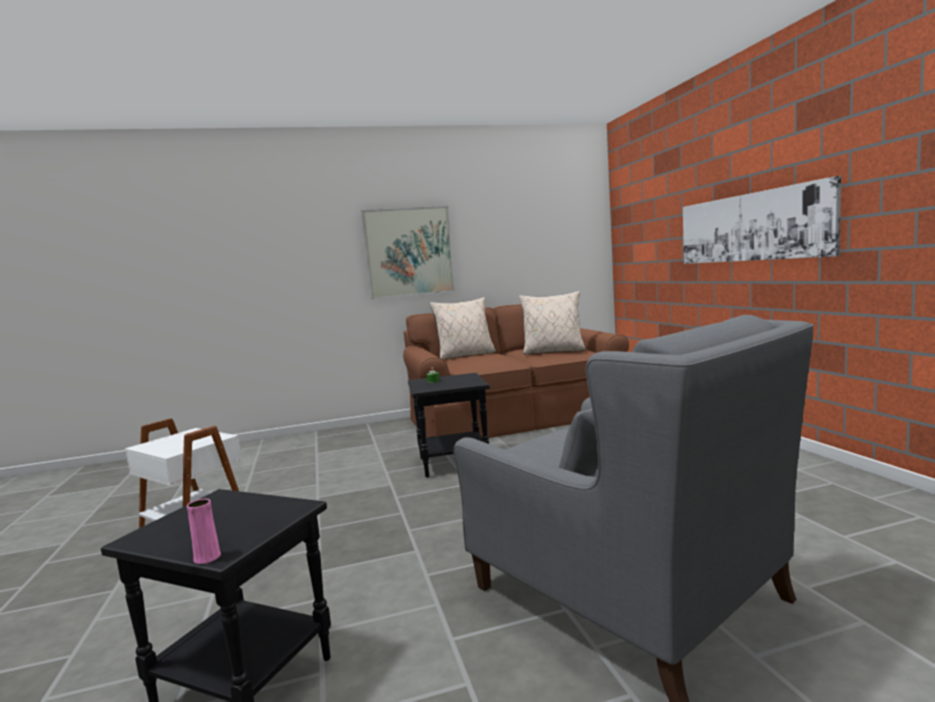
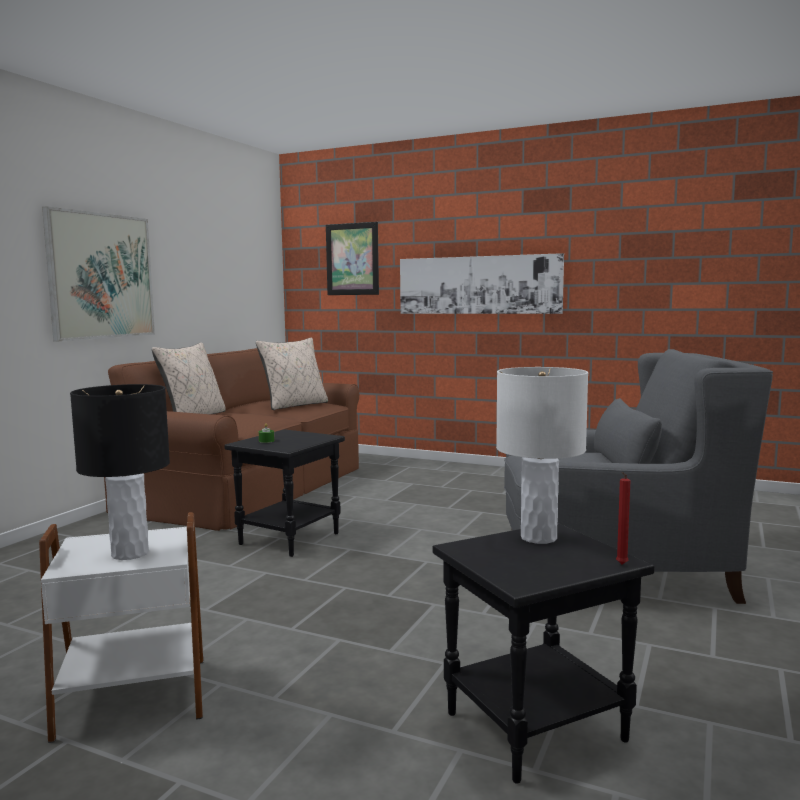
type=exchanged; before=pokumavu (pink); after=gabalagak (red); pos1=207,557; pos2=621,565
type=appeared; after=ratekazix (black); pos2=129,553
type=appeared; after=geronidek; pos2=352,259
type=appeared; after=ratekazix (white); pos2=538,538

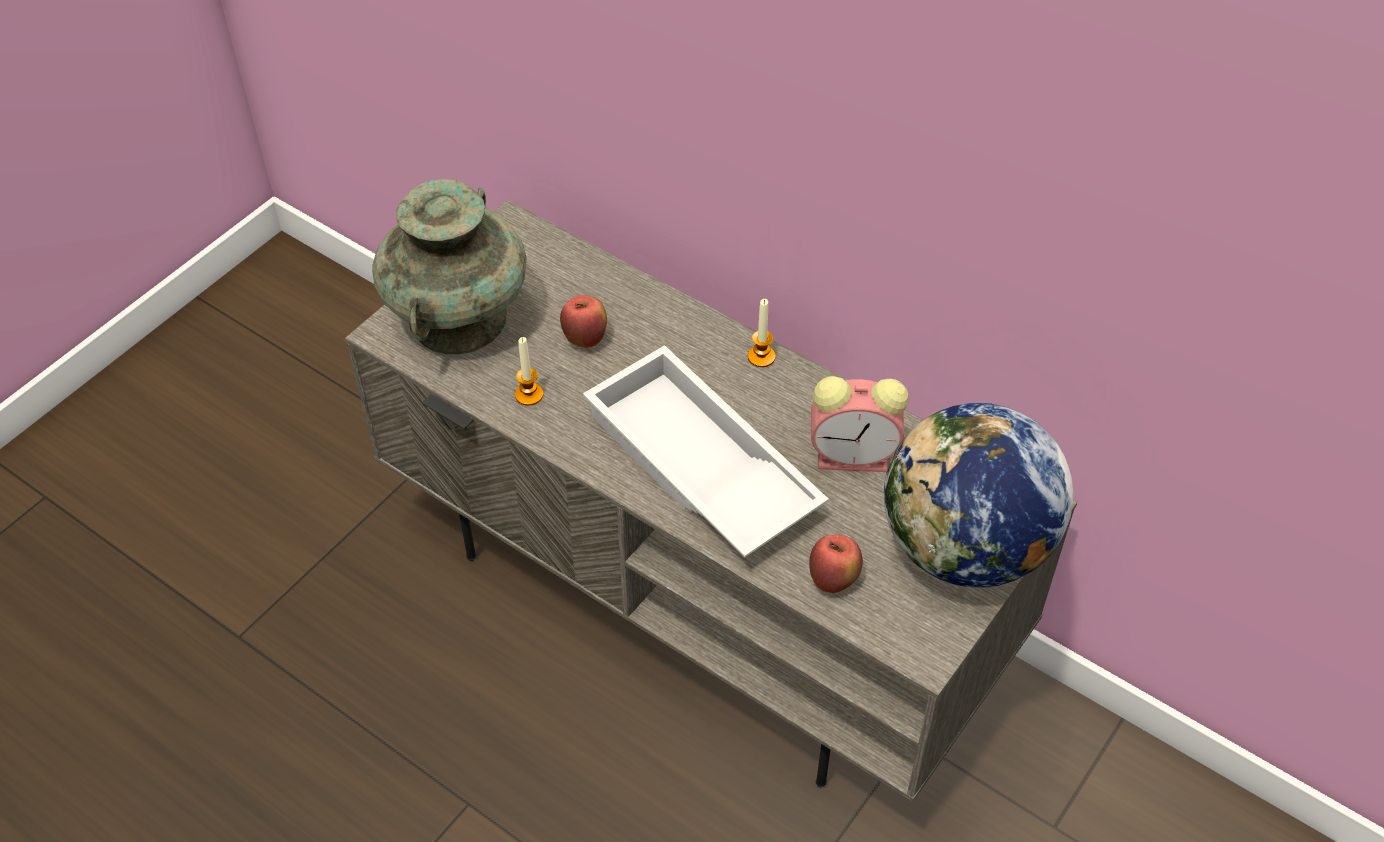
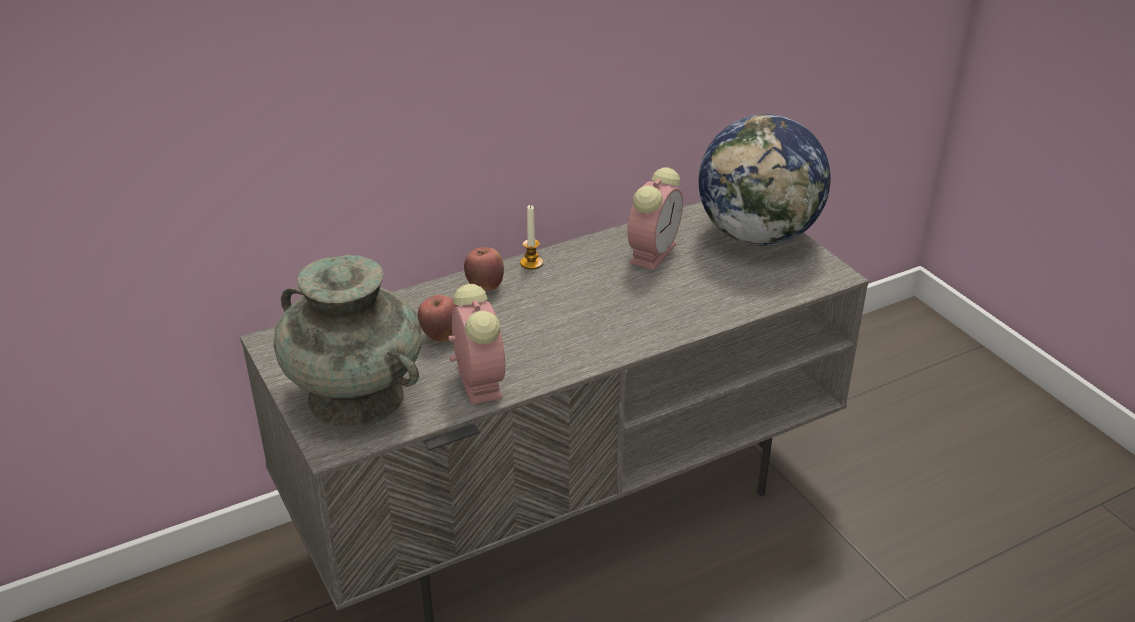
type=exchanged; before=gabalagak; after=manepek; pos1=529,395; pos2=477,380
type=missing; before=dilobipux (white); pos1=697,467
type=relocated; before=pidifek; pos1=833,579; pos2=485,286

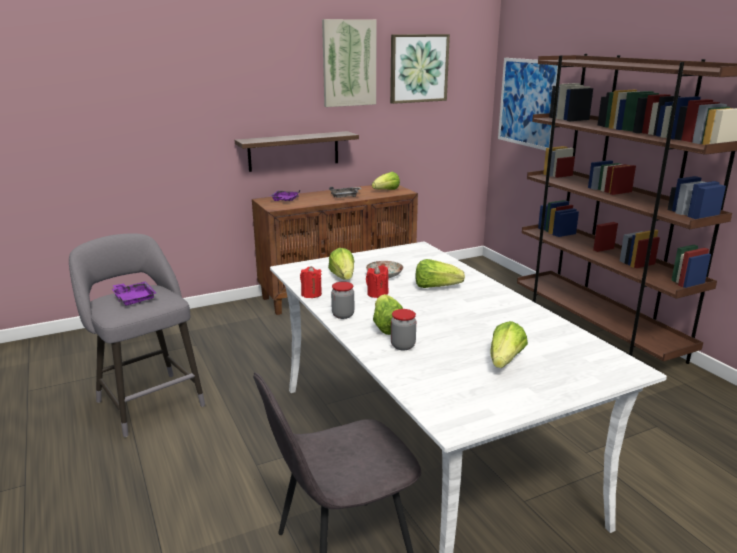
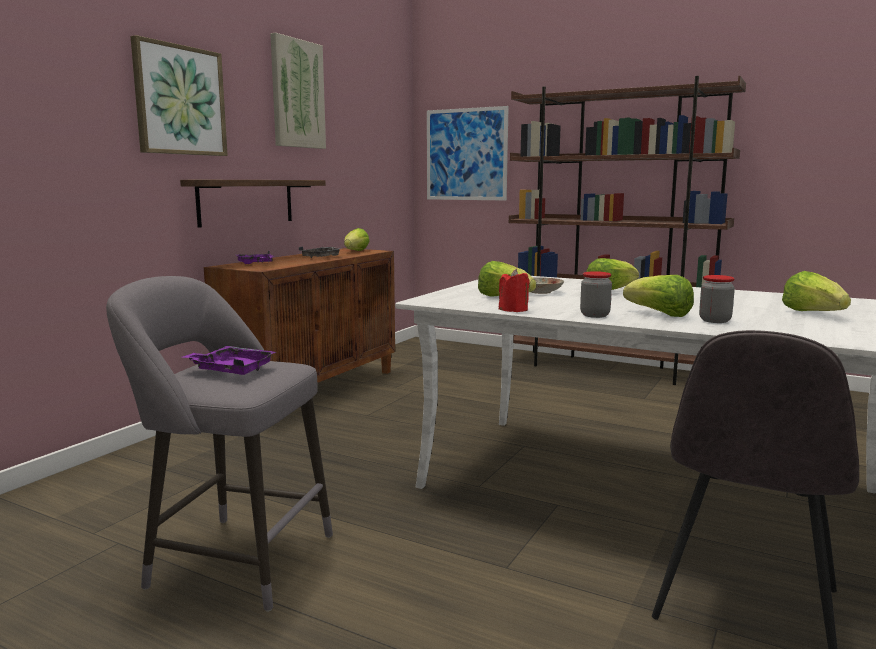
type=missing; before=gabalagak (red); pos1=377,294
type=relocated; before=geronidek; pos1=418,68; pos2=179,100

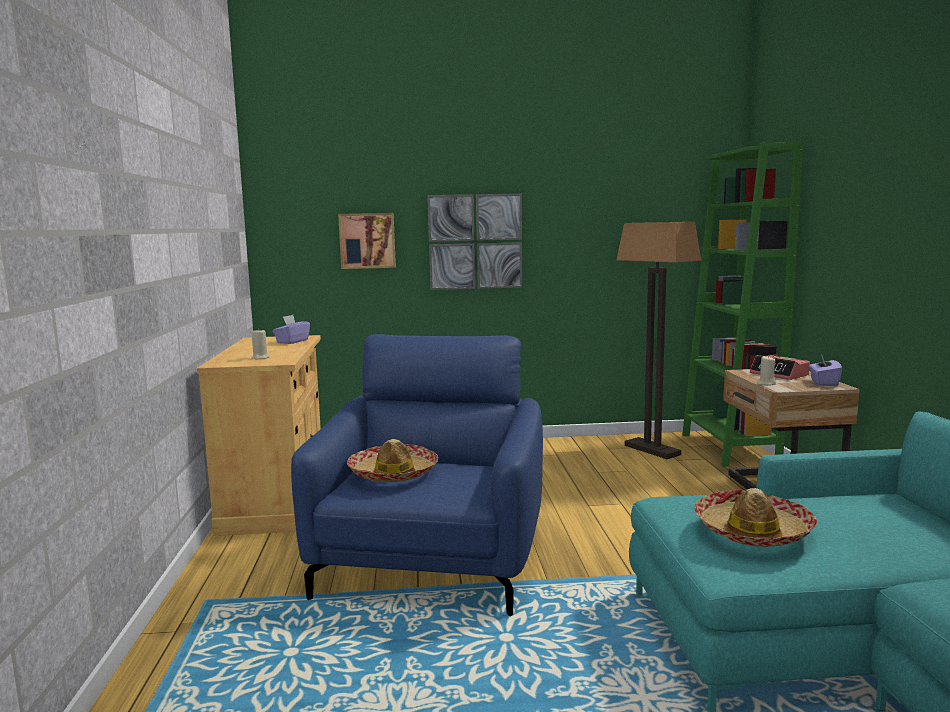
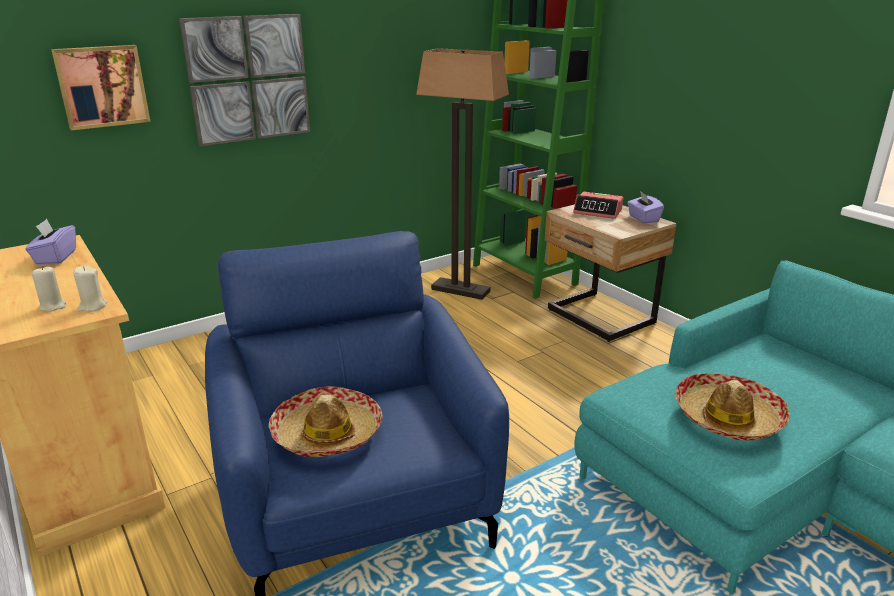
type=relocated; before=gabalagak (beige); pos1=766,383; pos2=92,306

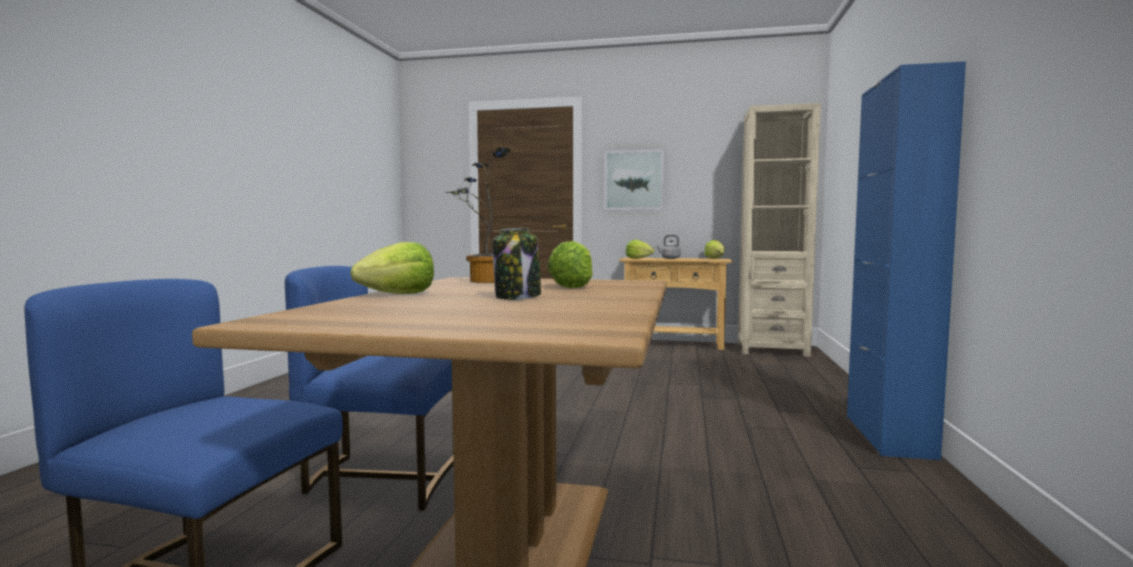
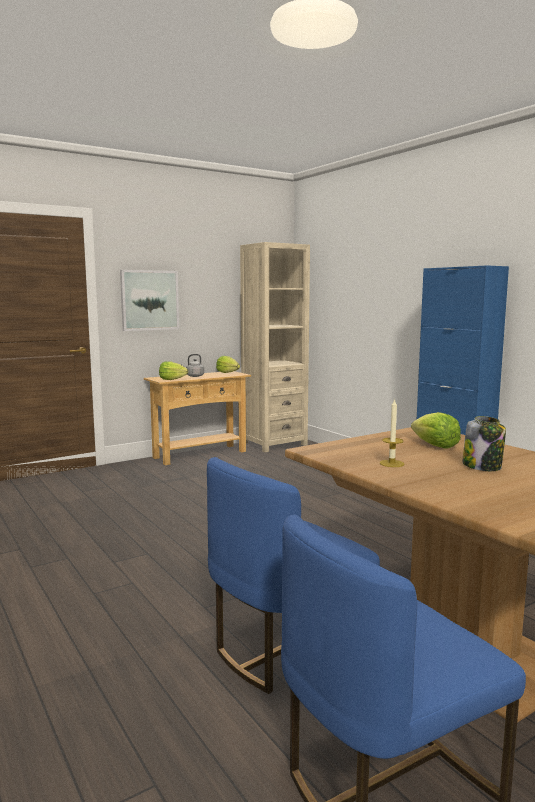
type=missing; before=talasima; pos1=399,294
type=missing; before=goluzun; pos1=483,281
type=appeared; after=gabalagak; pos2=391,463

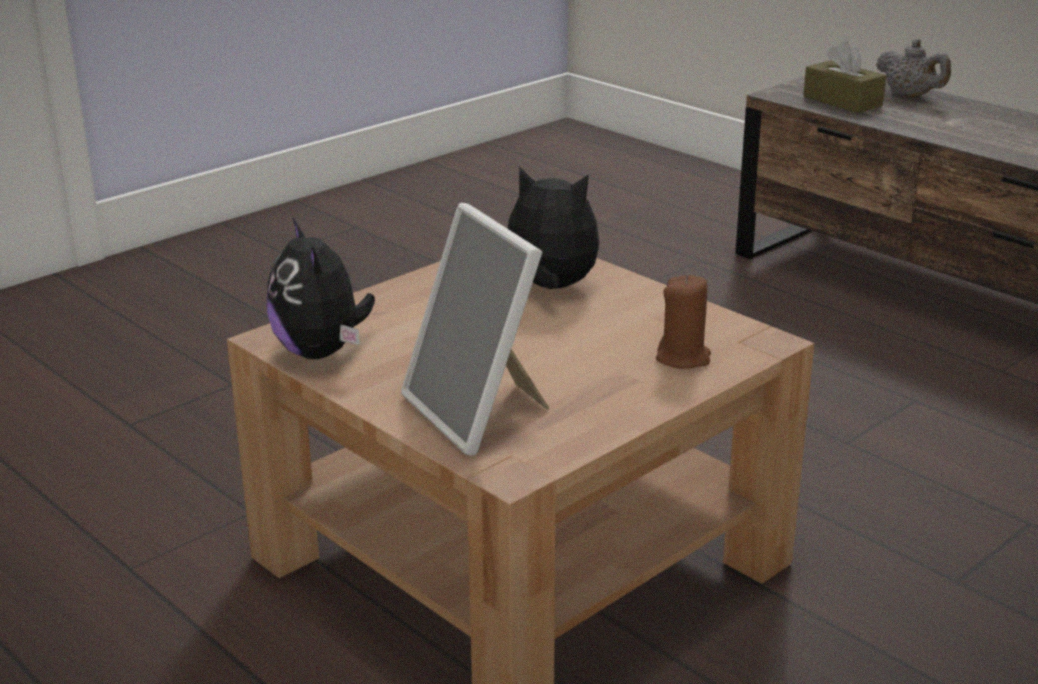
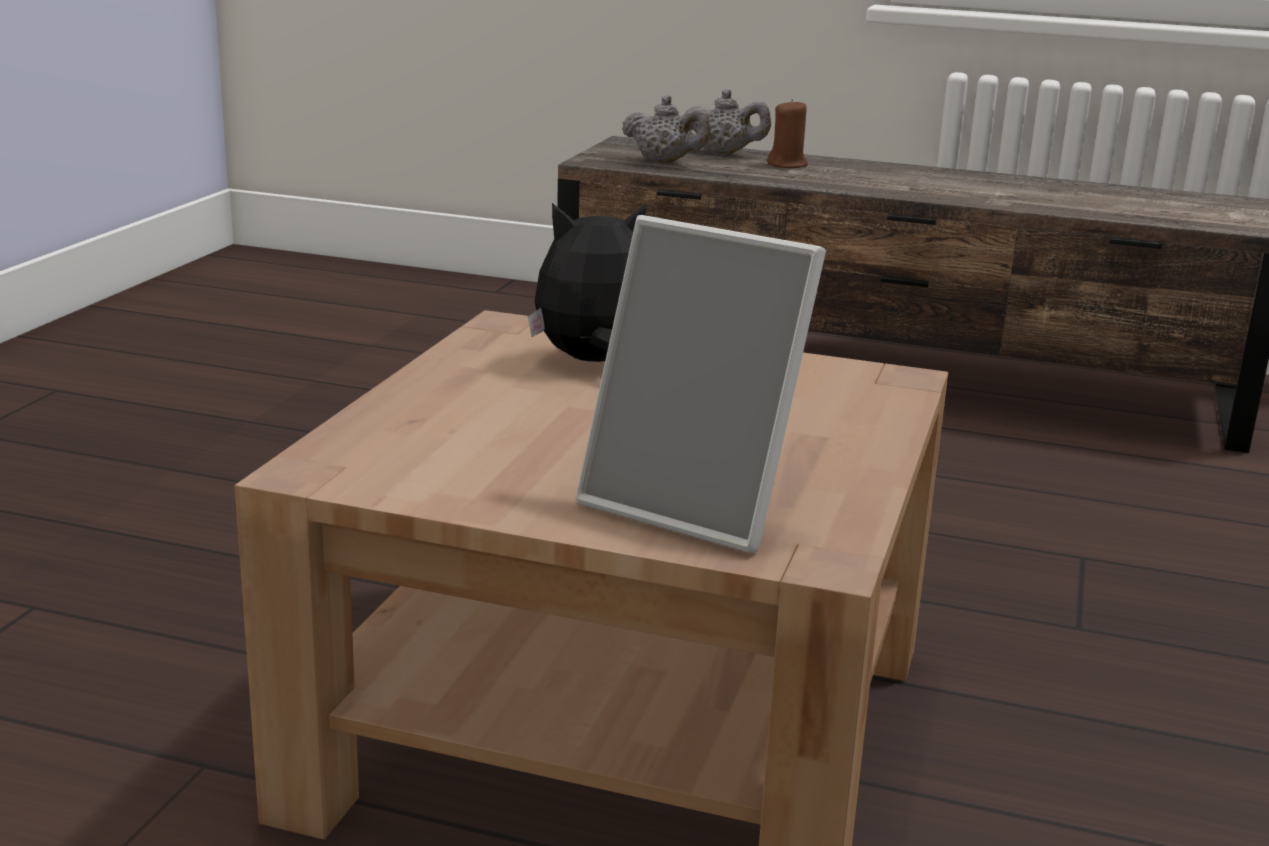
type=missing; before=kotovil; pos1=322,352
type=relocated; before=gabalagak (brown); pos1=683,358; pos2=787,165
type=exchanged; before=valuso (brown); after=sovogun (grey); pos1=842,101; pos2=665,162

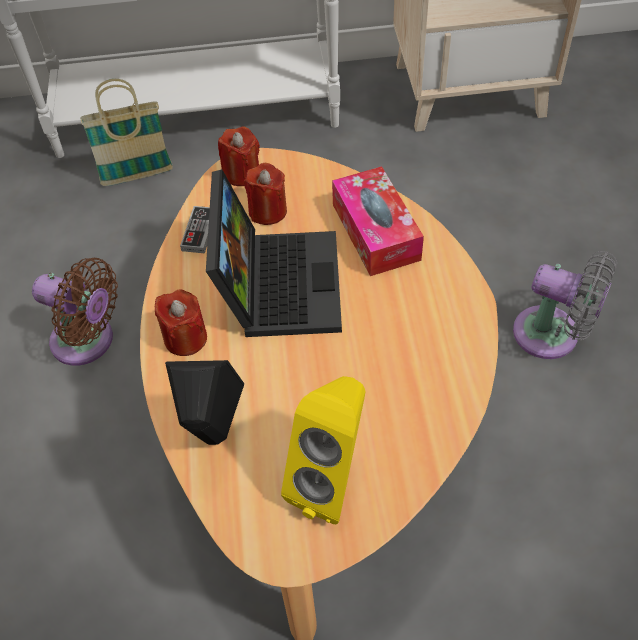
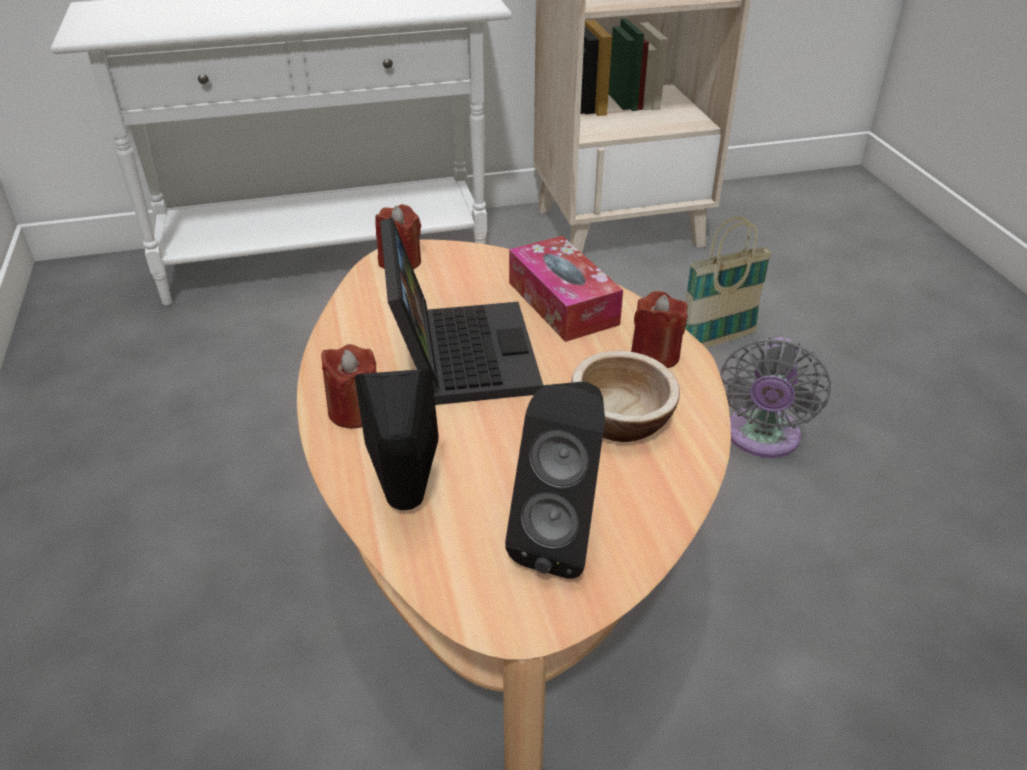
type=missing; before=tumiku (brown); pos1=88,342
type=relocated; before=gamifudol; pos1=137,176; pos2=716,341
type=missing; before=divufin; pos1=199,232
type=relocated; before=gabalagak (red); pos1=268,211; pos2=655,355
type=colour; before=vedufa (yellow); after=vedufa (black); pos1=332,480; pos2=561,538
type=spun; before=tumiku (grey); pos1=553,335; pos2=761,438; turn=90
type=appeared; after=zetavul; pos2=621,421

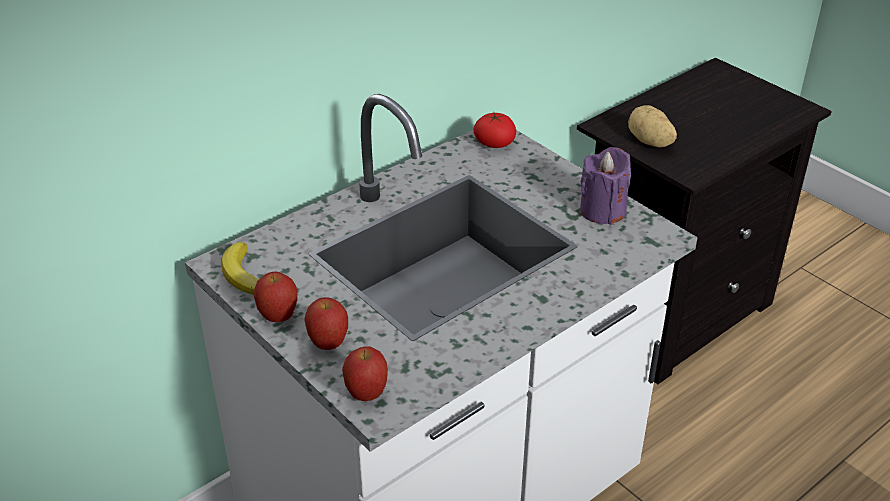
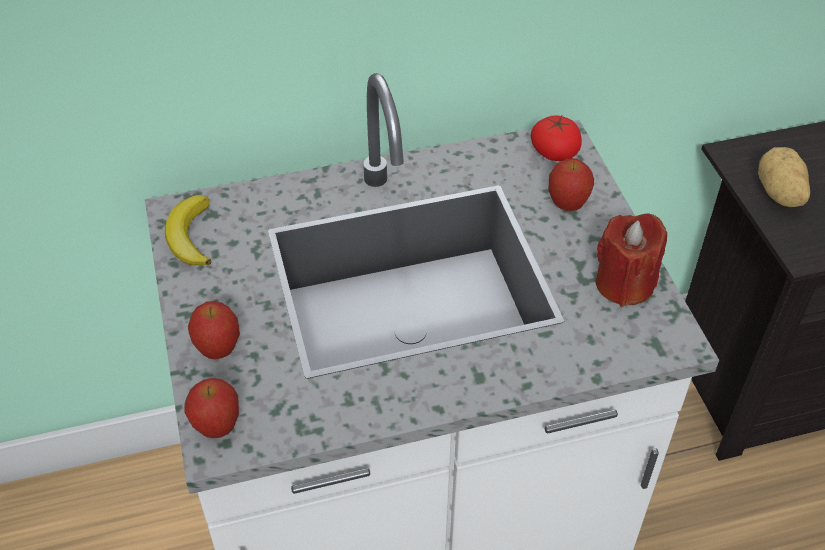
type=relocated; before=pidifek; pos1=278,317; pos2=567,205
type=colour; before=gabalagak (purple); after=gabalagak (red); pos1=602,210; pos2=624,283

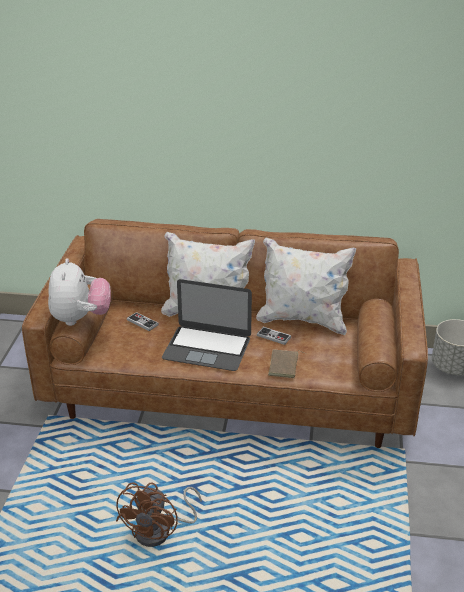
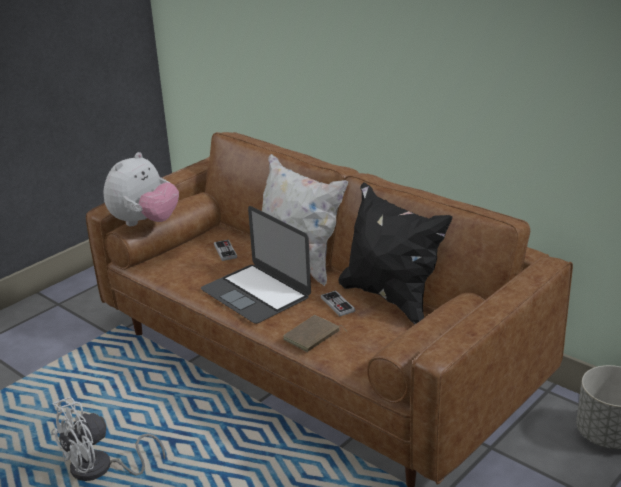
type=colour; before=tumiku (brown); after=tumiku (white); pos1=160,531; pos2=100,469
type=colour; before=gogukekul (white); after=gogukekul (black); pos1=302,320; pos2=391,299

